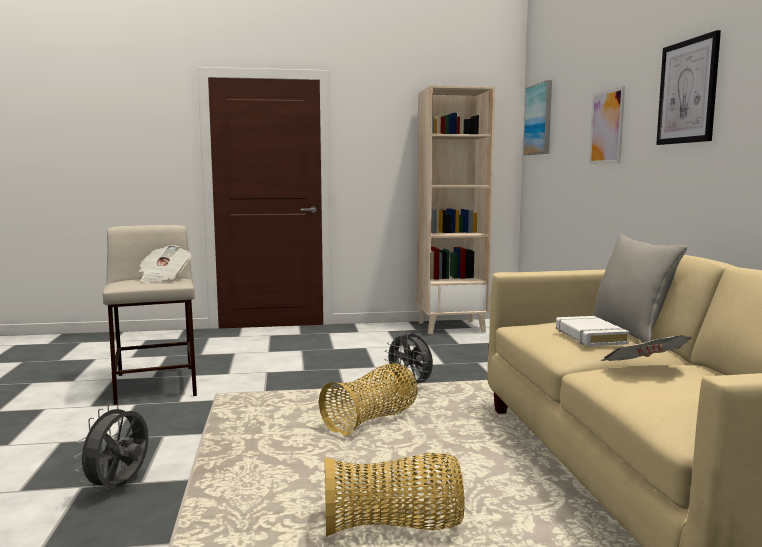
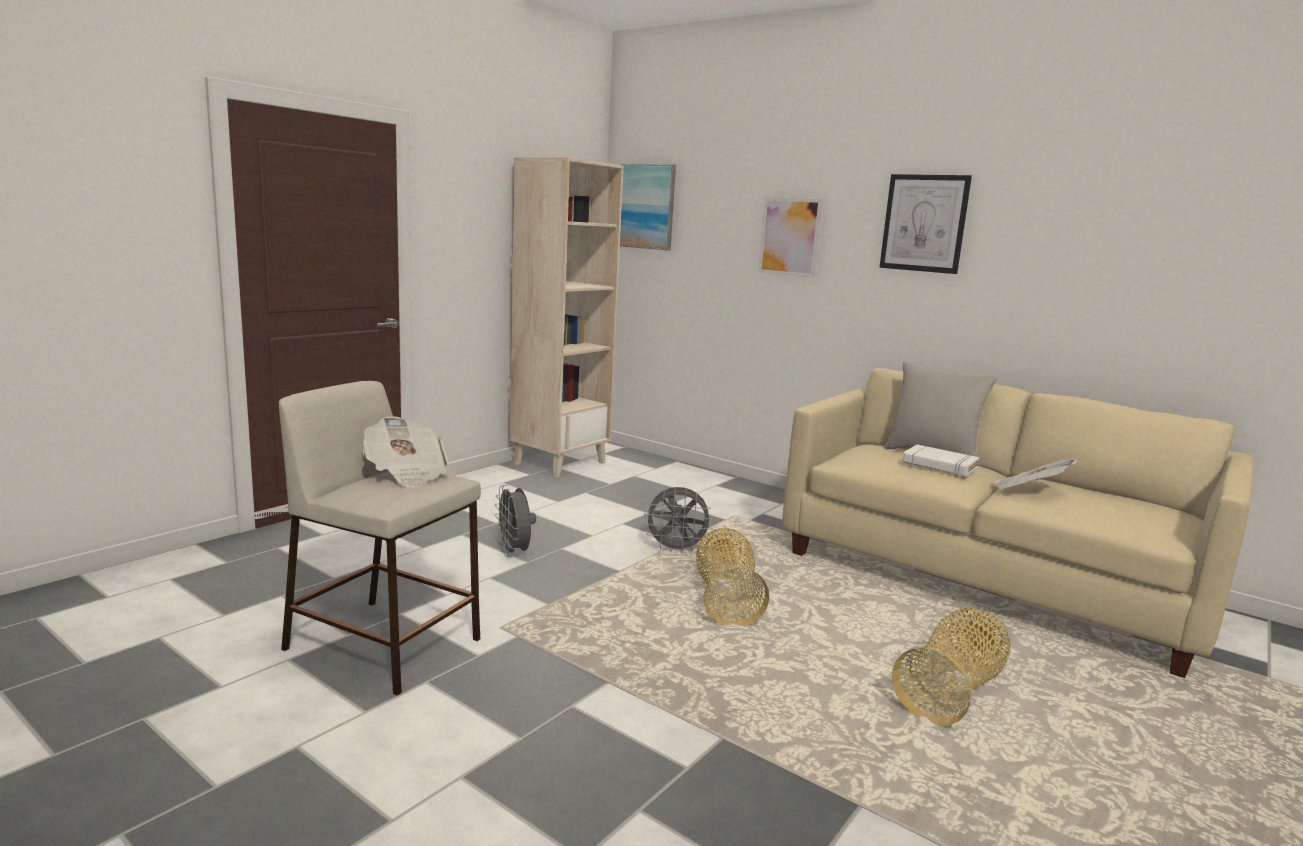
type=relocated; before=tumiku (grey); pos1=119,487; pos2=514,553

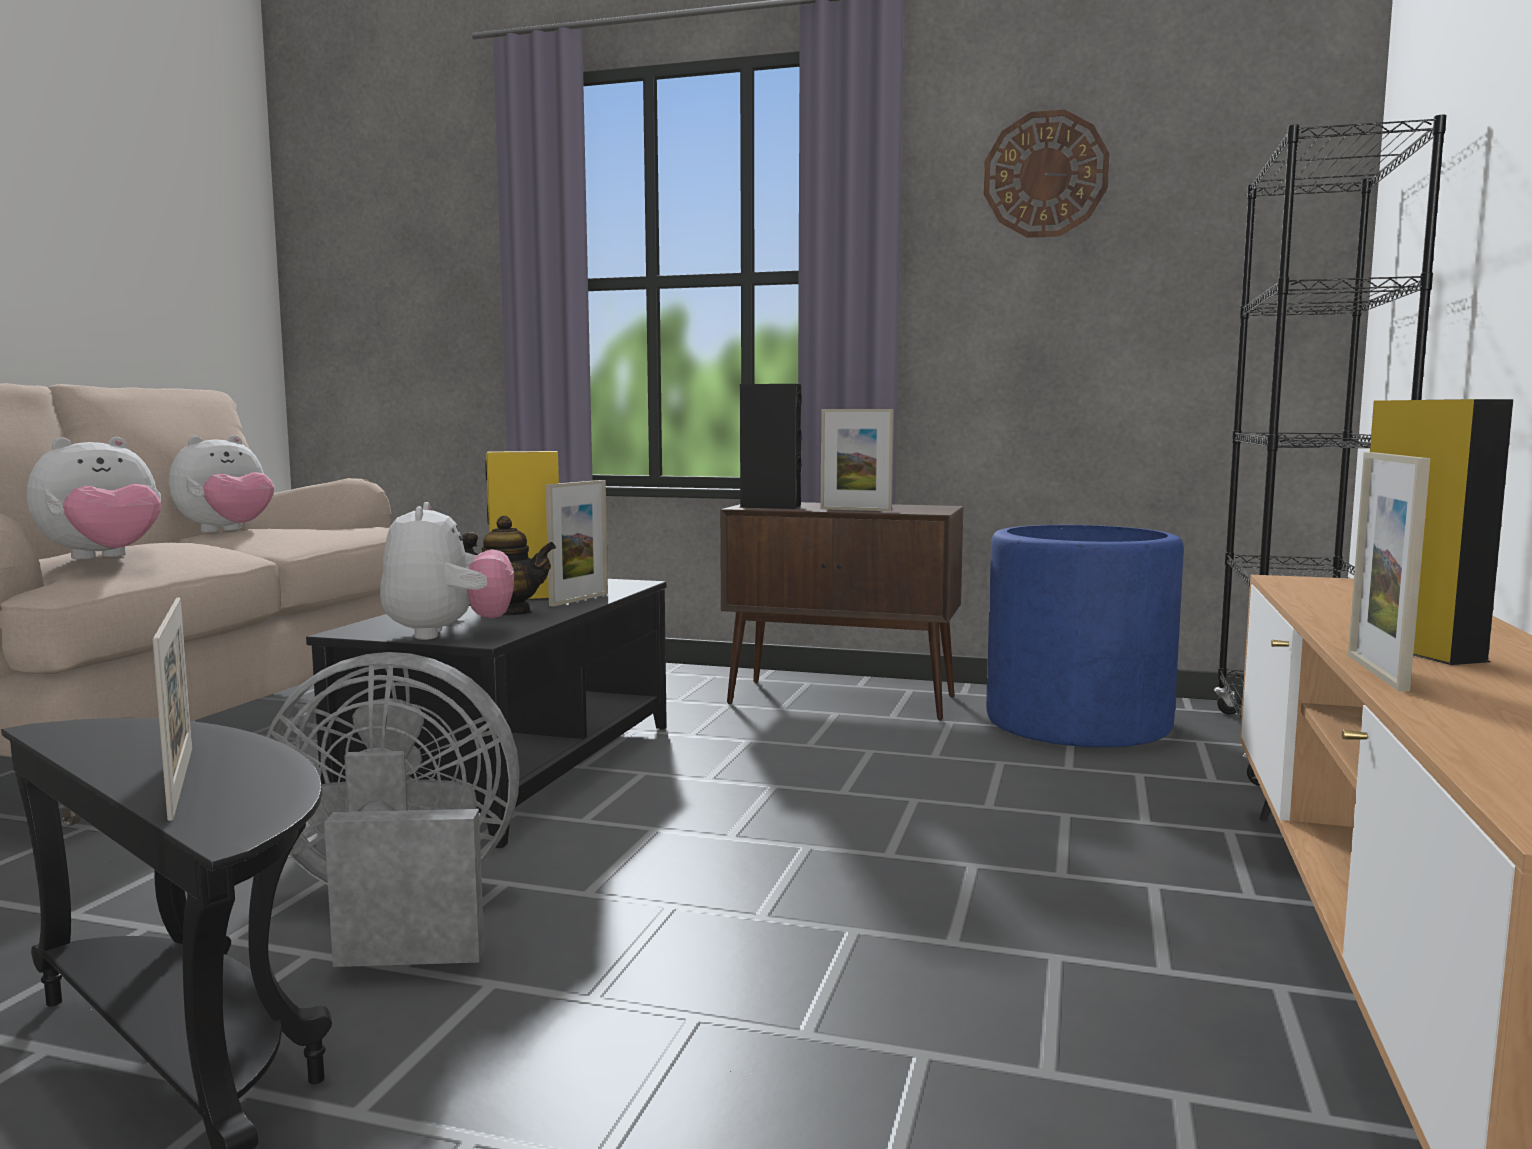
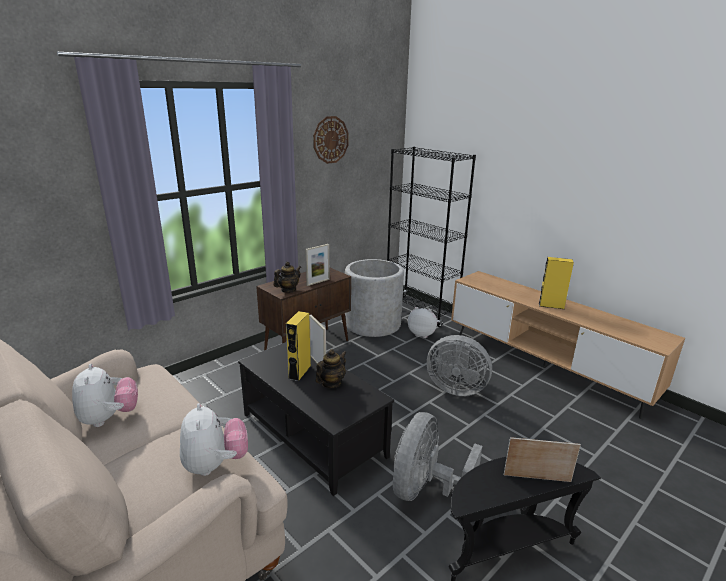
type=relocated; before=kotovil; pos1=447,634; pos2=422,334
type=exchanged; before=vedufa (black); after=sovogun; pos1=770,507; pos2=288,290
type=colour; before=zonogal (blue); after=zonogal (grey); pos1=1078,722; pos2=372,324
type=missing; before=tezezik; pos1=1376,672
type=appeared; after=tumiku (grey); pos2=455,387

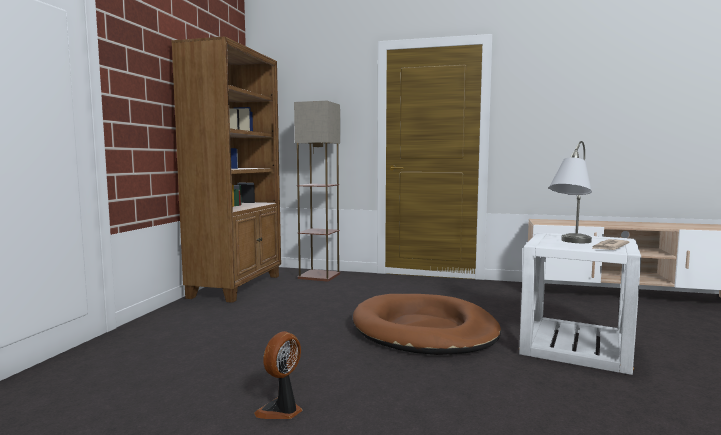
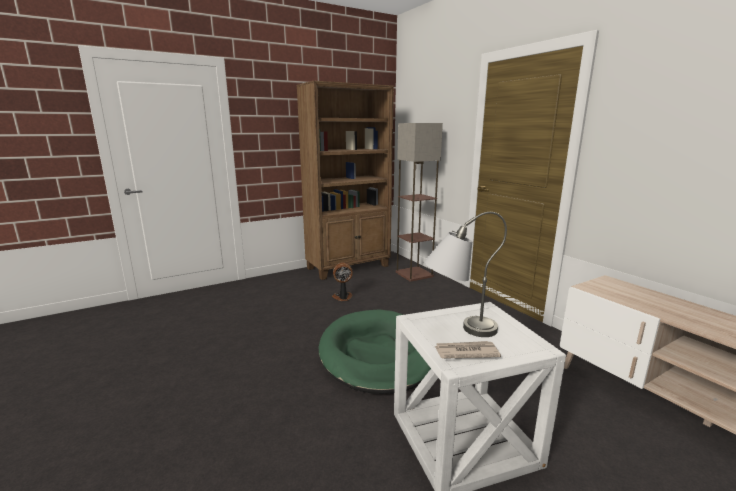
type=relocated; before=tumiku; pos1=281,410; pos2=343,297
type=colour; before=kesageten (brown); after=kesageten (green); pos1=424,330; pos2=377,354

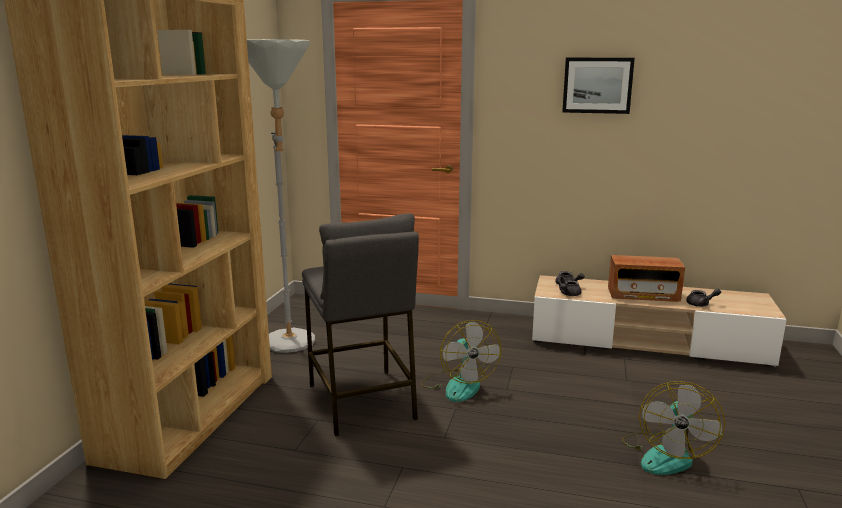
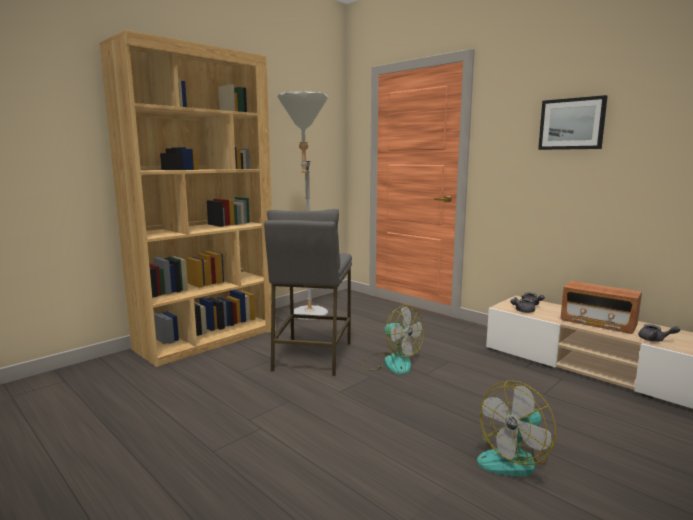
type=spun; before=tumiku; pos1=458,385; pos2=391,363; turn=-60

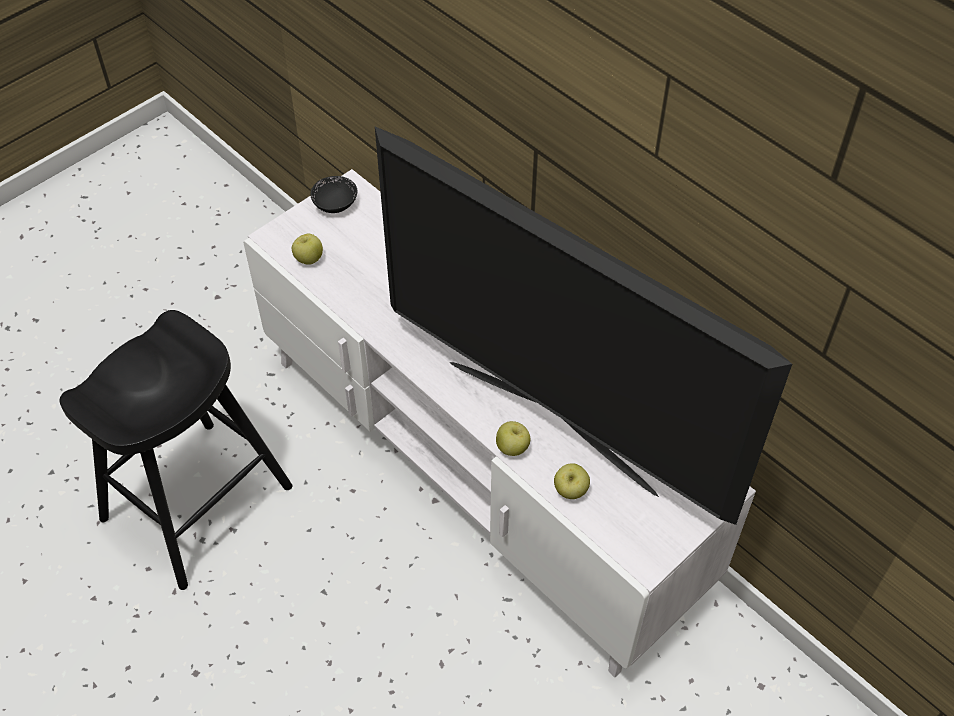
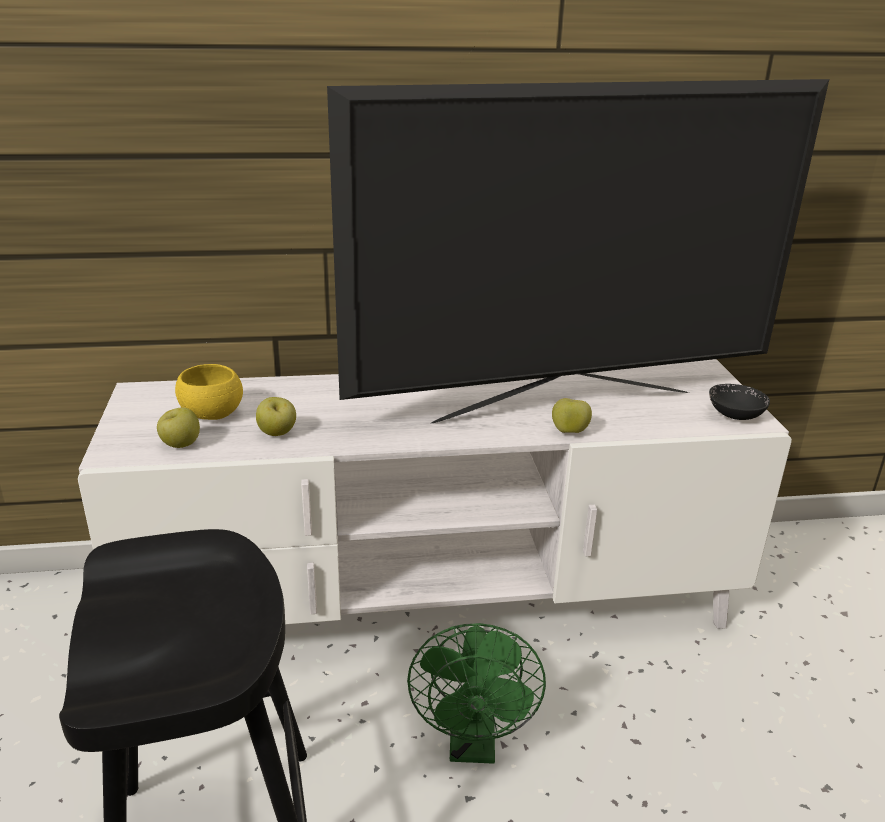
type=relocated; before=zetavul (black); pos1=335,204; pos2=735,415
type=relocated; before=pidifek; pos1=570,490; pos2=277,434
type=appeared; after=zetavul (yellow); pos2=212,414
type=appeared; after=tumiku (green); pos2=473,744

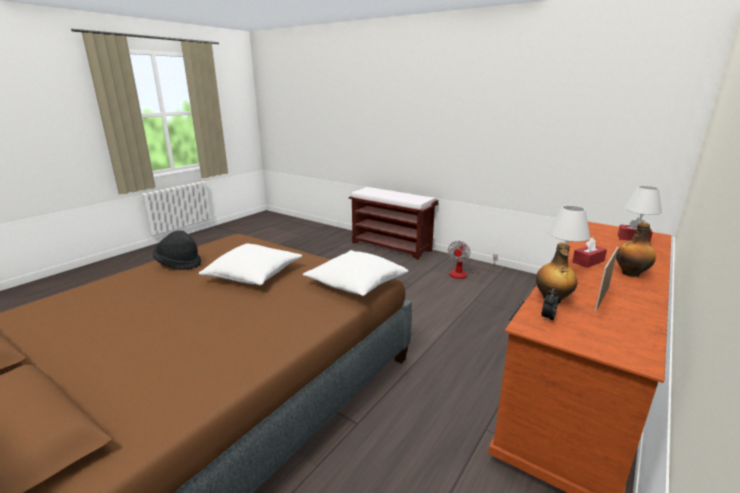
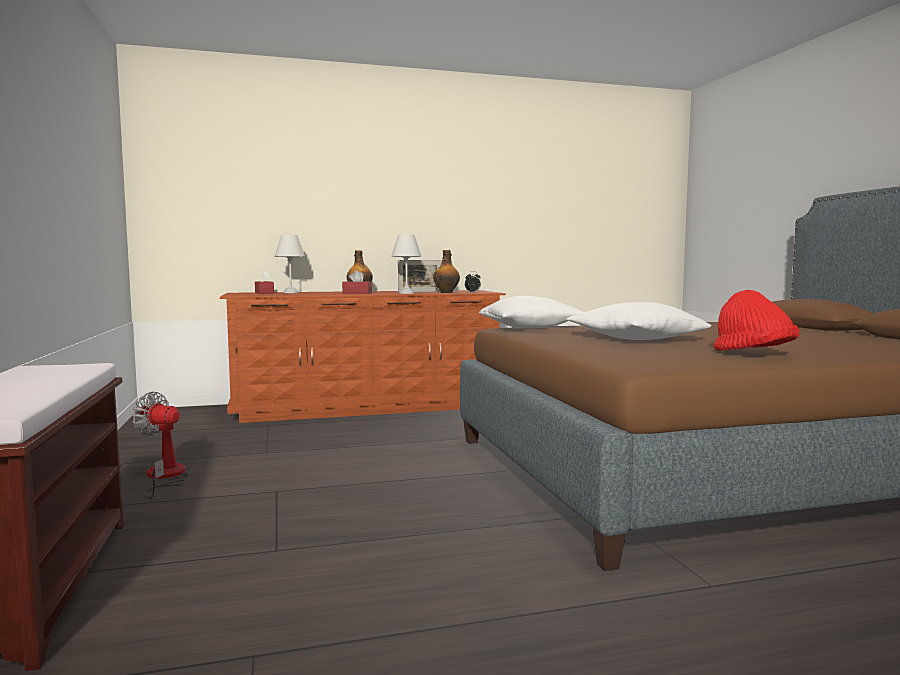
type=colour; before=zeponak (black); after=zeponak (red); pos1=179,264; pos2=753,354
type=spun; before=tumiku; pos1=464,274; pos2=164,477; turn=-135

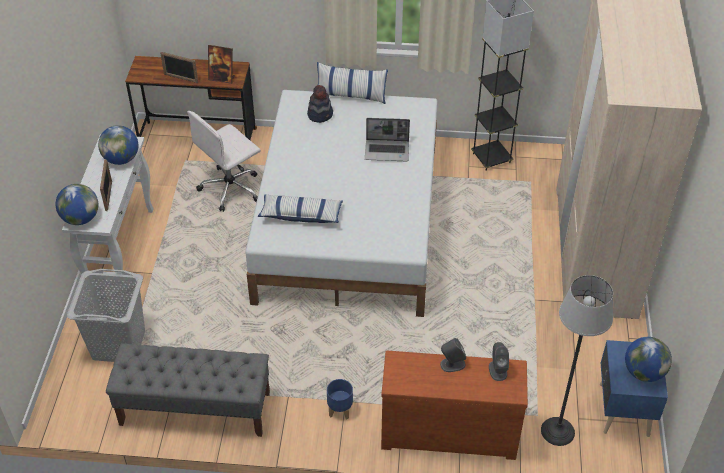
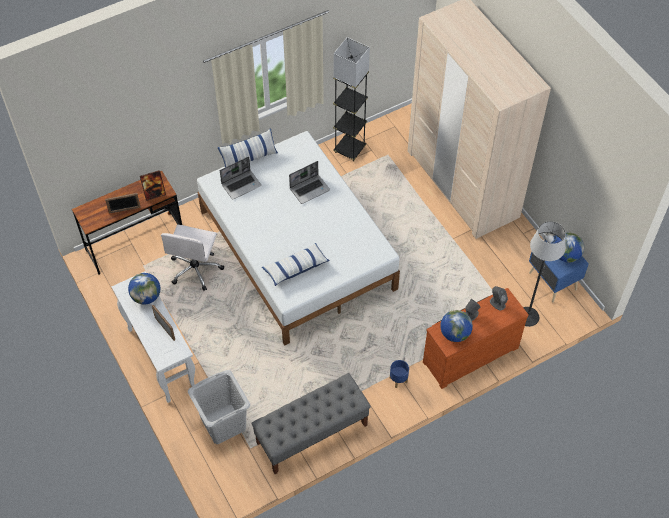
type=relocated; before=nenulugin; pos1=81,219; pos2=455,334
type=exchanged; before=zeponak; after=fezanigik; pos1=320,114; pos2=241,185

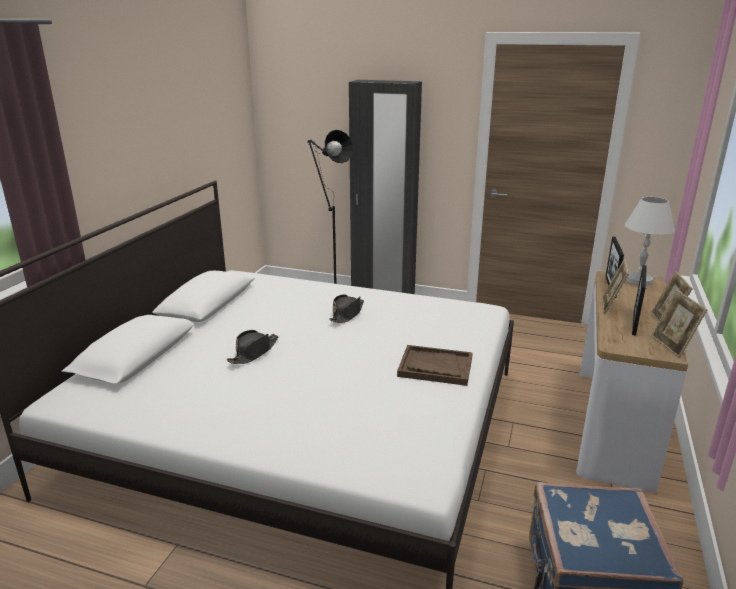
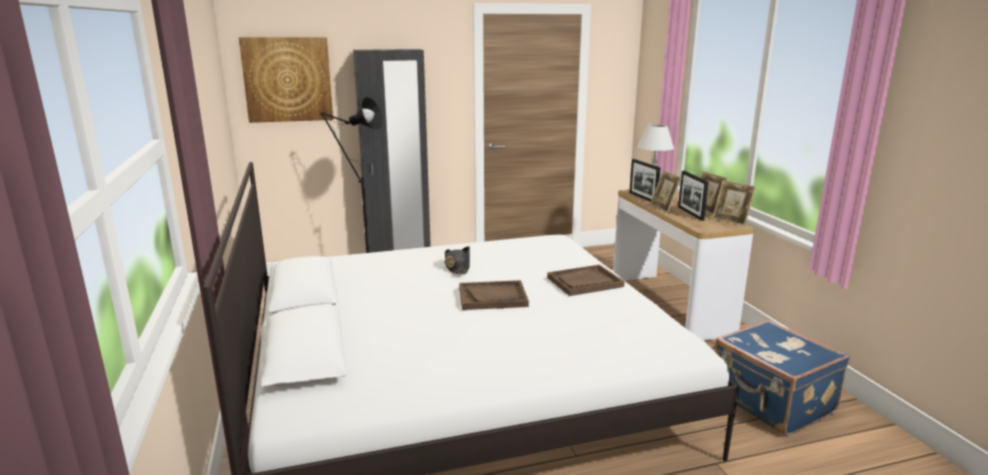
type=missing; before=zeponak (black); pos1=254,352
type=appeared; after=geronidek; pos2=287,79
type=appeared; after=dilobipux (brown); pos2=493,297

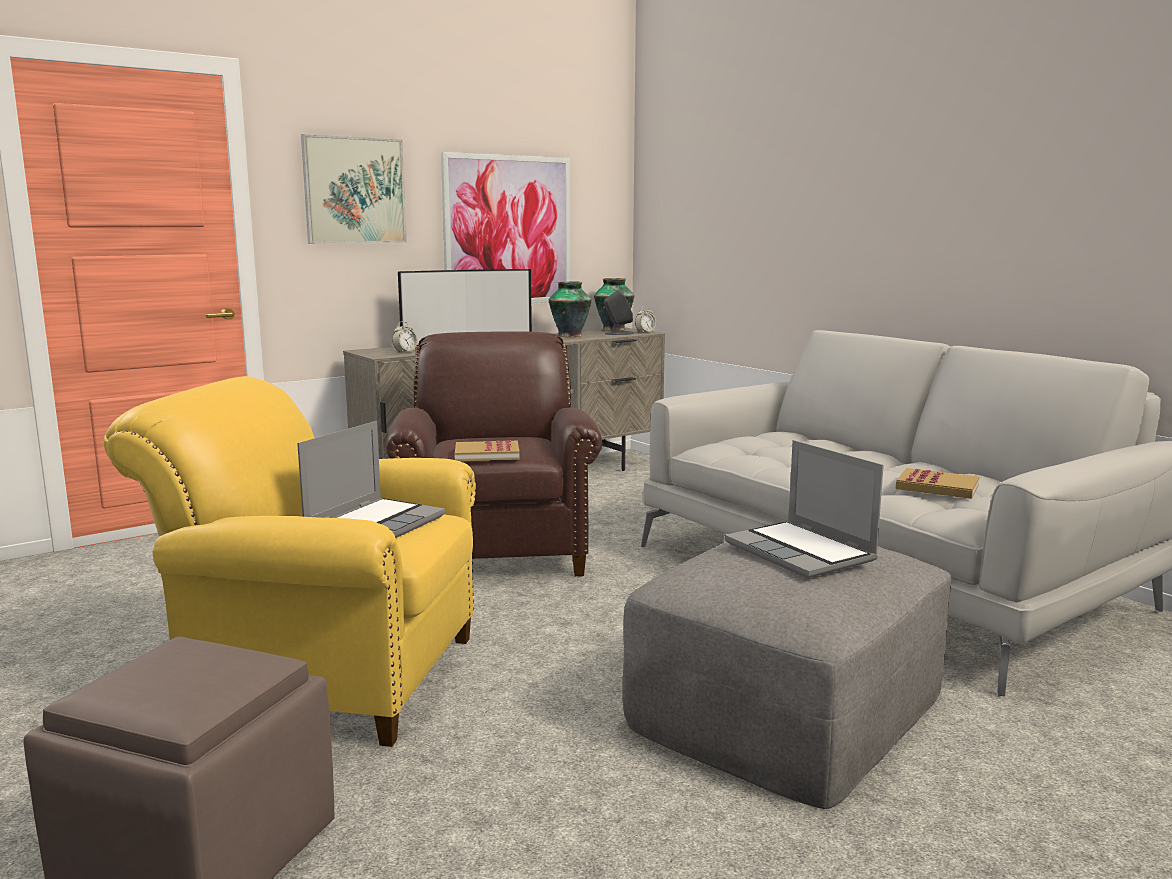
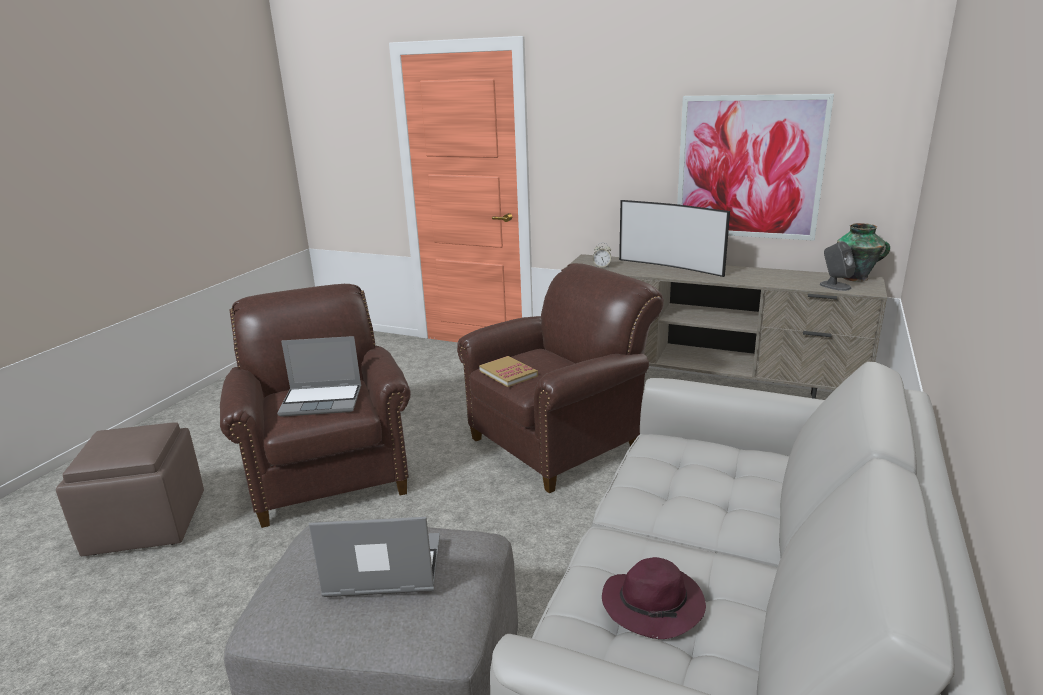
type=colour; before=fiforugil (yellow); after=fiforugil (brown); pos1=323,676; pos2=329,471
type=missing; before=geronidek; pos1=354,191
type=missing; before=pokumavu; pos1=570,335
type=missing; before=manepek; pos1=645,332
type=spun; before=fezanigik; pos1=802,552; pos2=382,569; turn=60
type=exchanged; before=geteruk; after=zeponak (purple); pos1=937,487; pos2=654,604

